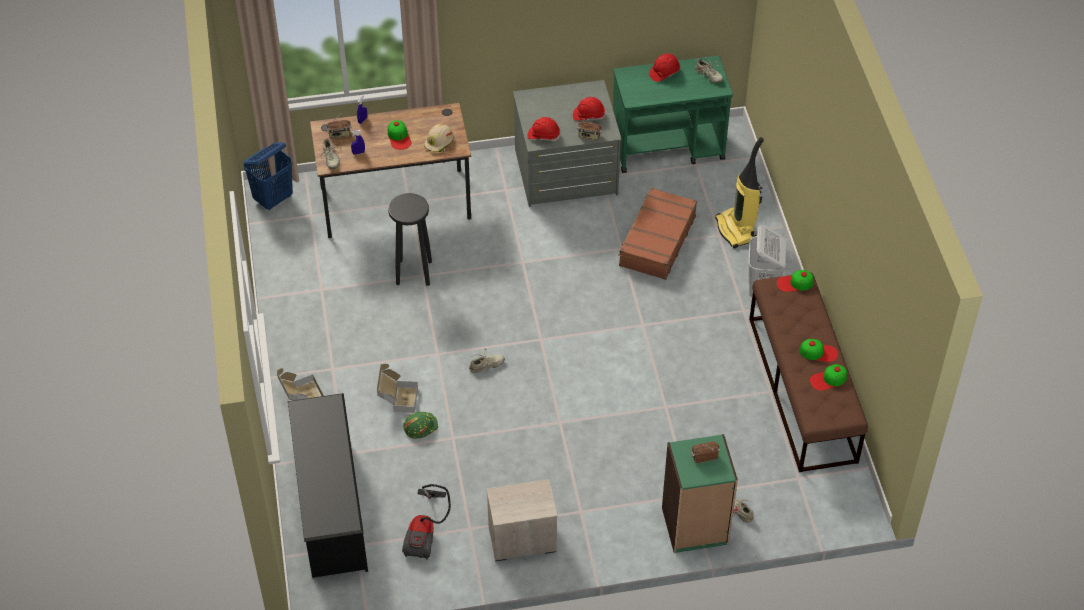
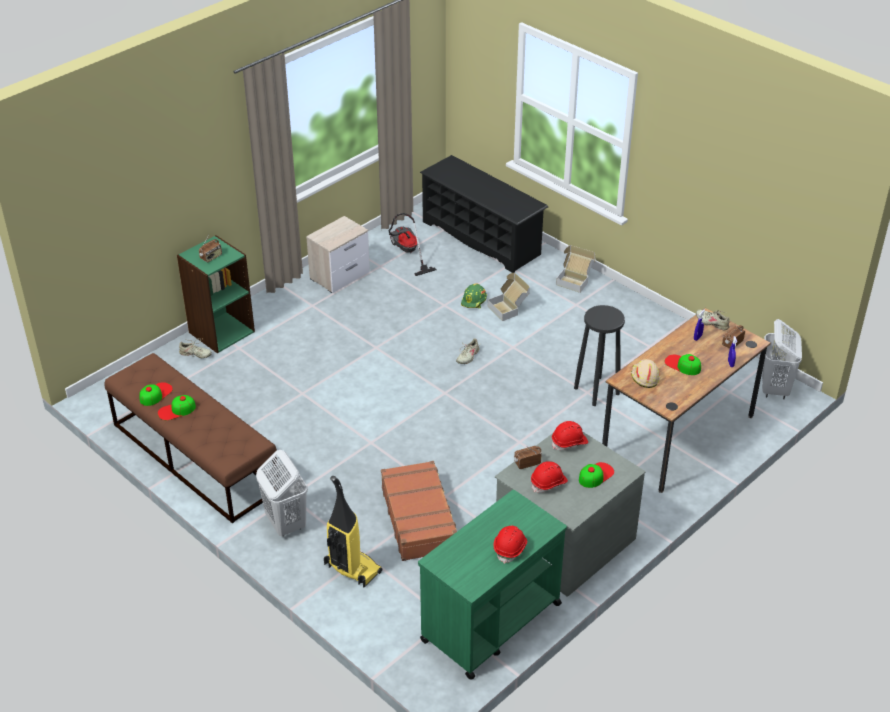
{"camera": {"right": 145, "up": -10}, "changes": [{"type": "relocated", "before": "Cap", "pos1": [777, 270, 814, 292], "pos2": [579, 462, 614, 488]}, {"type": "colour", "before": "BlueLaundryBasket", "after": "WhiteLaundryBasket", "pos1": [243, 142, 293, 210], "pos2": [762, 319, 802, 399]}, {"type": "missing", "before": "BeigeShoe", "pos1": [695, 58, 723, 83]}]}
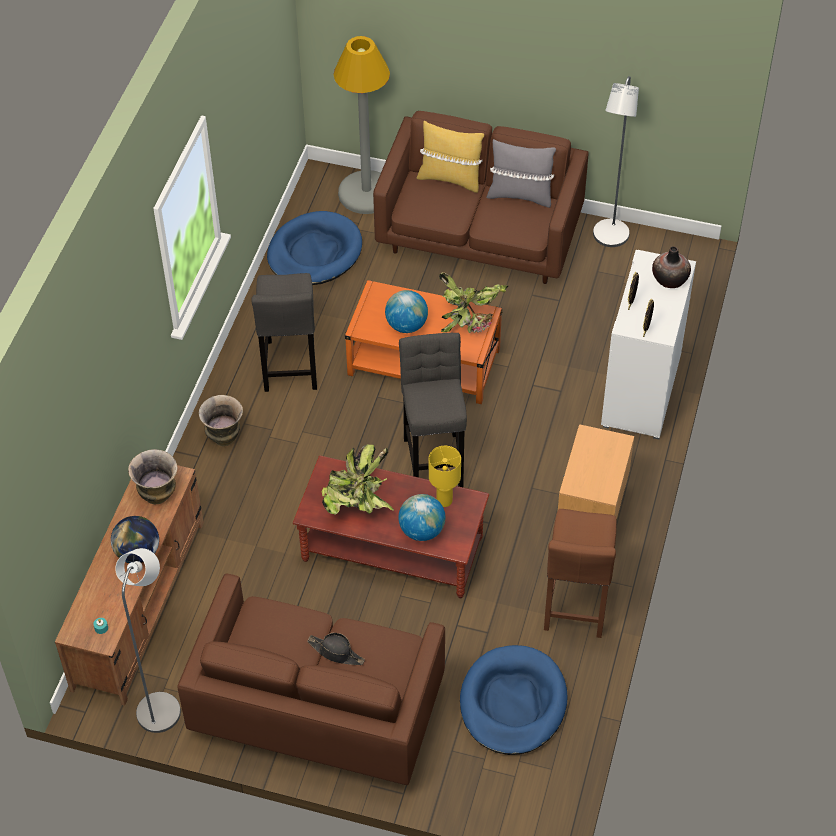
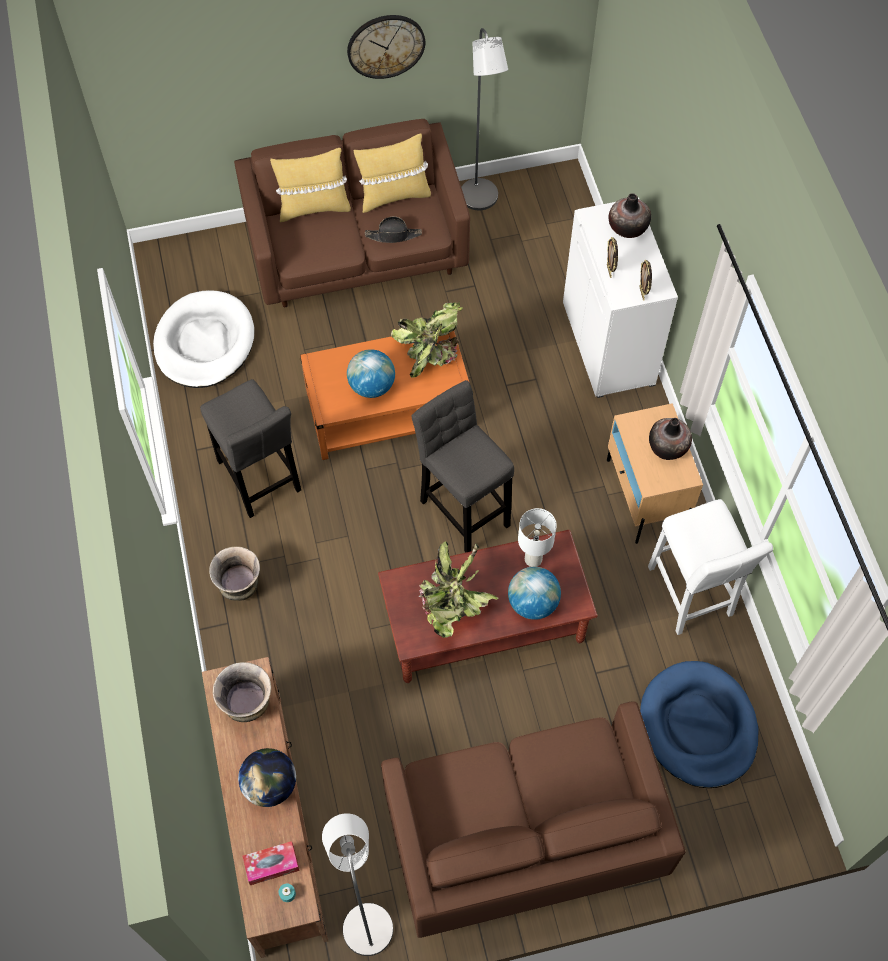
{"camera": {"right": -30, "up": 10}, "changes": [{"type": "colour", "before": "BlueDogBed", "after": "WhiteDogBed", "pos1": [267, 211, 362, 285], "pos2": [153, 290, 254, 388]}, {"type": "appeared", "after": "TissueBox", "pos2": [243, 841, 300, 885]}, {"type": "appeared", "after": "WallClock", "pos2": [347, 15, 425, 79]}, {"type": "colour", "before": "GreyPillow", "after": "YellowPillow", "pos1": [487, 139, 556, 208], "pos2": [354, 133, 431, 213]}, {"type": "relocated", "before": "BlackHat", "pos1": [307, 633, 365, 665], "pos2": [365, 216, 422, 243]}, {"type": "colour", "before": "YellowTableLamp", "after": "WhiteTableLamp", "pos1": [429, 446, 461, 507], "pos2": [518, 508, 557, 567]}, {"type": "colour", "before": "BrownStool", "after": "WhiteStool", "pos1": [544, 509, 617, 638], "pos2": [648, 499, 773, 635]}, {"type": "appeared", "after": "Vase", "pos2": [649, 418, 692, 460]}, {"type": "missing", "before": "GreyFloorLamp", "pos1": [334, 36, 390, 214]}]}
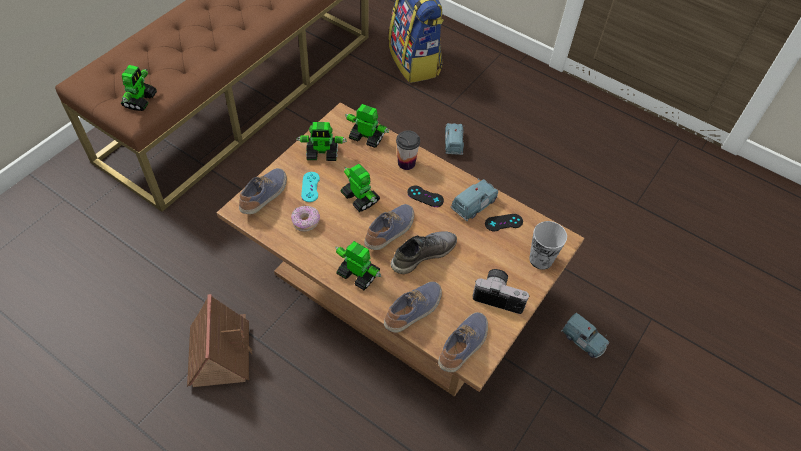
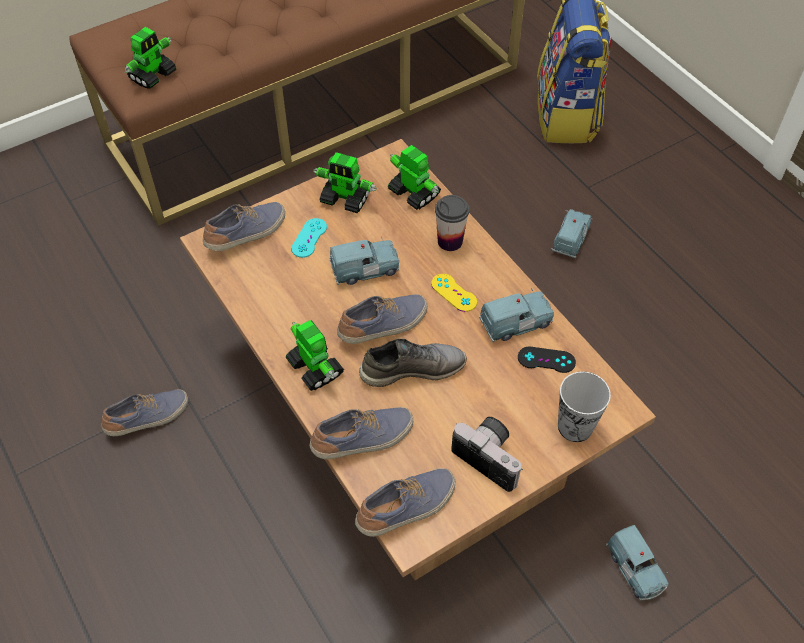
{"camera": {"right": 25, "up": 0}, "changes": [{"type": "exchanged", "before": "ToyHouse", "after": "Shoe", "pos1": [187, 294, 252, 387], "pos2": [101, 389, 188, 436]}, {"type": "exchanged", "before": "ToyRobot", "after": "BlueToyCar", "pos1": [341, 164, 380, 212], "pos2": [330, 236, 400, 285]}, {"type": "colour", "before": "BlackGameController", "after": "YellowGameController", "pos1": [407, 186, 444, 207], "pos2": [431, 274, 477, 312]}, {"type": "missing", "before": "Donut", "pos1": [291, 206, 320, 232]}]}
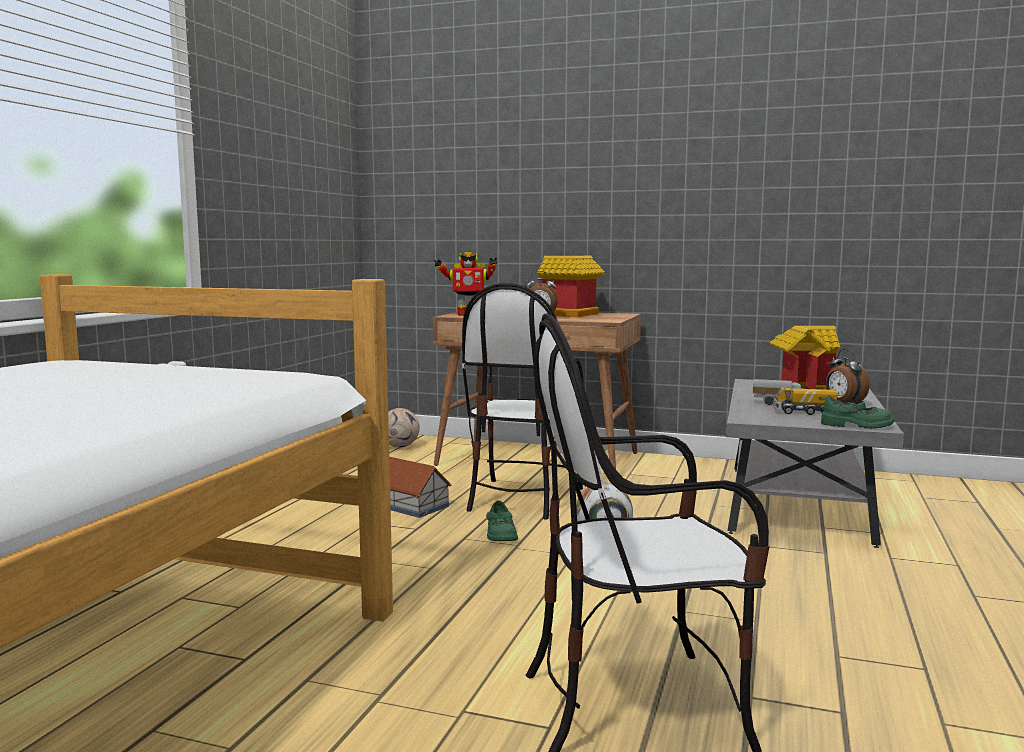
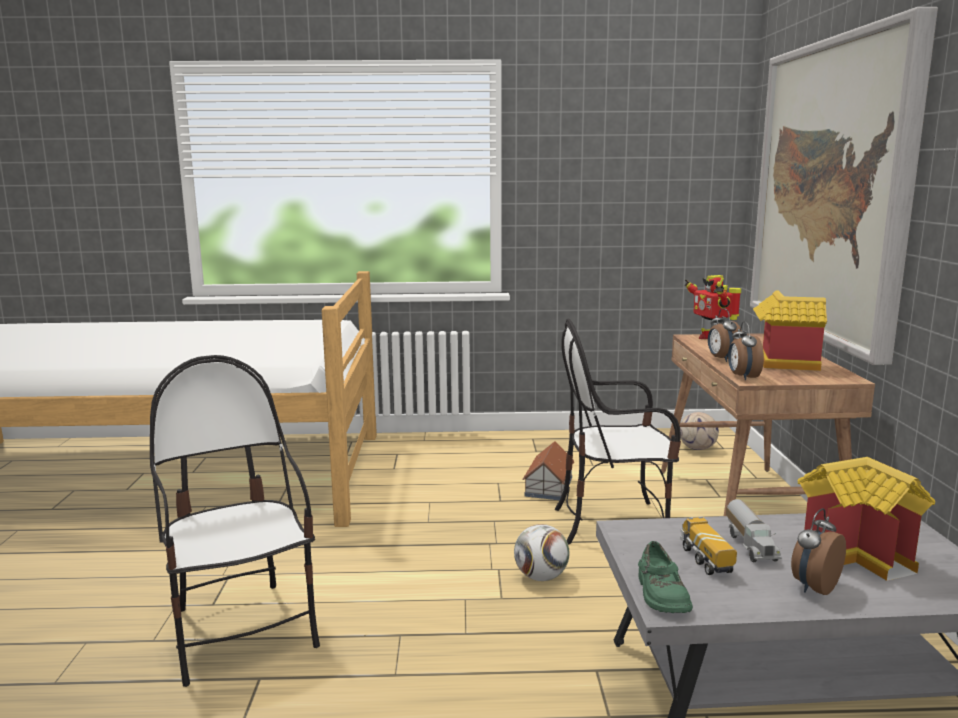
{"camera": {"right": 70, "up": 5}, "changes": [{"type": "appeared", "after": "AlarmClock", "pos2": [728, 321, 764, 380]}, {"type": "appeared", "after": "Picture", "pos2": [750, 7, 938, 365]}, {"type": "missing", "before": "GreenShoe", "pos1": [486, 500, 518, 541]}]}
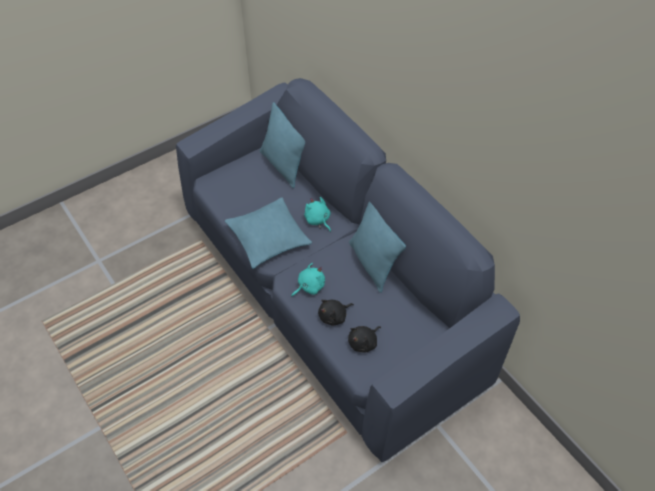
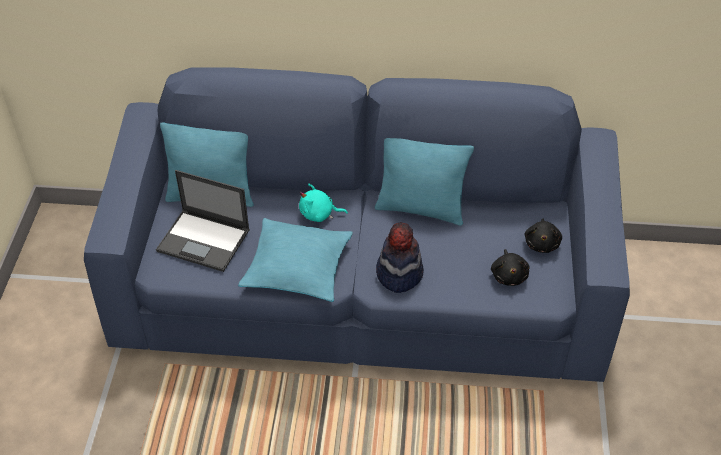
{"camera": {"right": -50, "up": -5}, "changes": [{"type": "appeared", "after": "Laptop", "pos2": [156, 170, 250, 272]}, {"type": "exchanged", "before": "TurquoisePlushToy", "after": "Hat", "pos1": [291, 263, 325, 297], "pos2": [376, 223, 424, 293]}, {"type": "relocated", "before": "BlackPlushToy", "pos1": [318, 300, 354, 325], "pos2": [525, 218, 562, 253]}]}
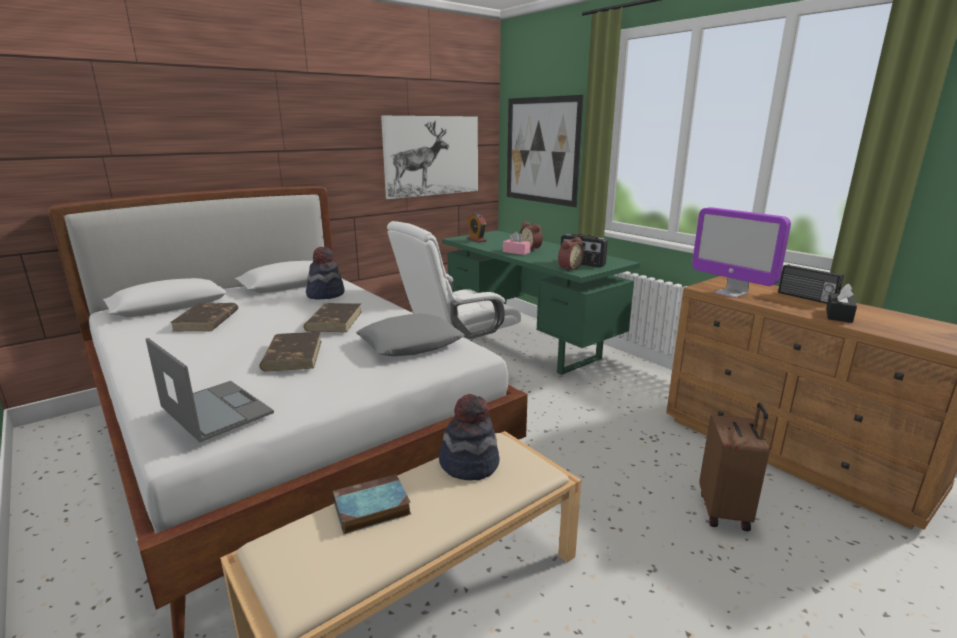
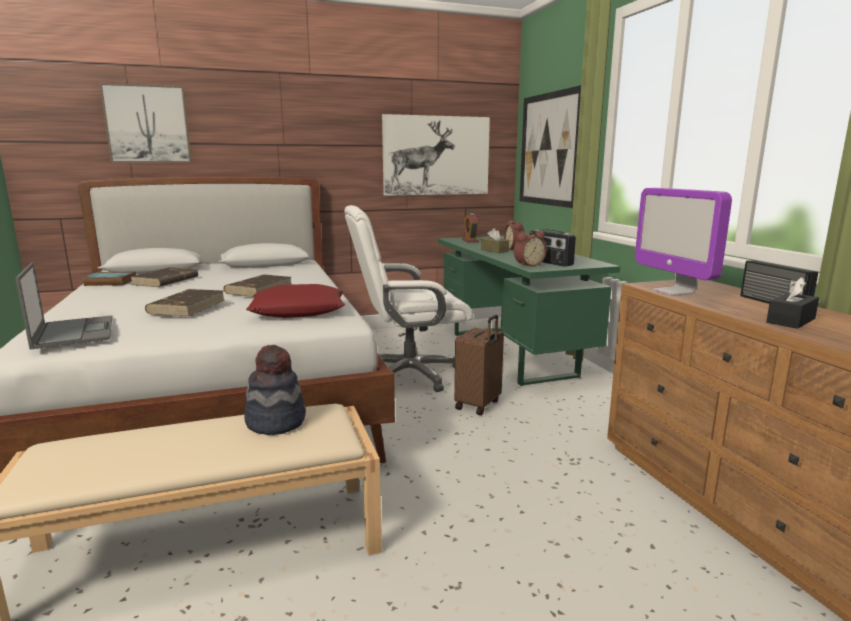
{"camera": {"right": 20, "up": -5}, "changes": [{"type": "relocated", "before": "Book", "pos1": [333, 474, 411, 534], "pos2": [82, 272, 136, 286]}, {"type": "appeared", "after": "Picture", "pos2": [99, 83, 192, 163]}, {"type": "colour", "before": "GreyPillow", "after": "RedPillow", "pos1": [356, 314, 465, 356], "pos2": [246, 284, 345, 318]}, {"type": "relocated", "before": "BrownSuitcase", "pos1": [699, 402, 770, 531], "pos2": [454, 315, 504, 415]}, {"type": "colour", "before": "PinkTissueBox", "after": "BrownTissueBox", "pos1": [503, 231, 531, 255], "pos2": [481, 228, 509, 253]}, {"type": "missing", "before": "Hat", "pos1": [306, 247, 345, 299]}]}
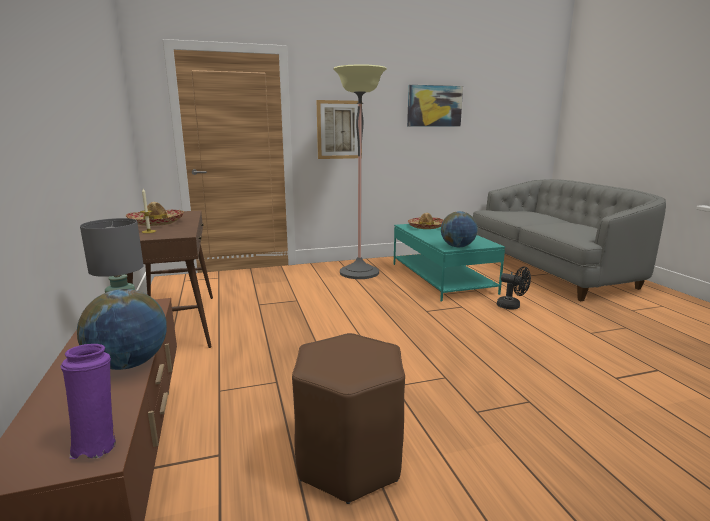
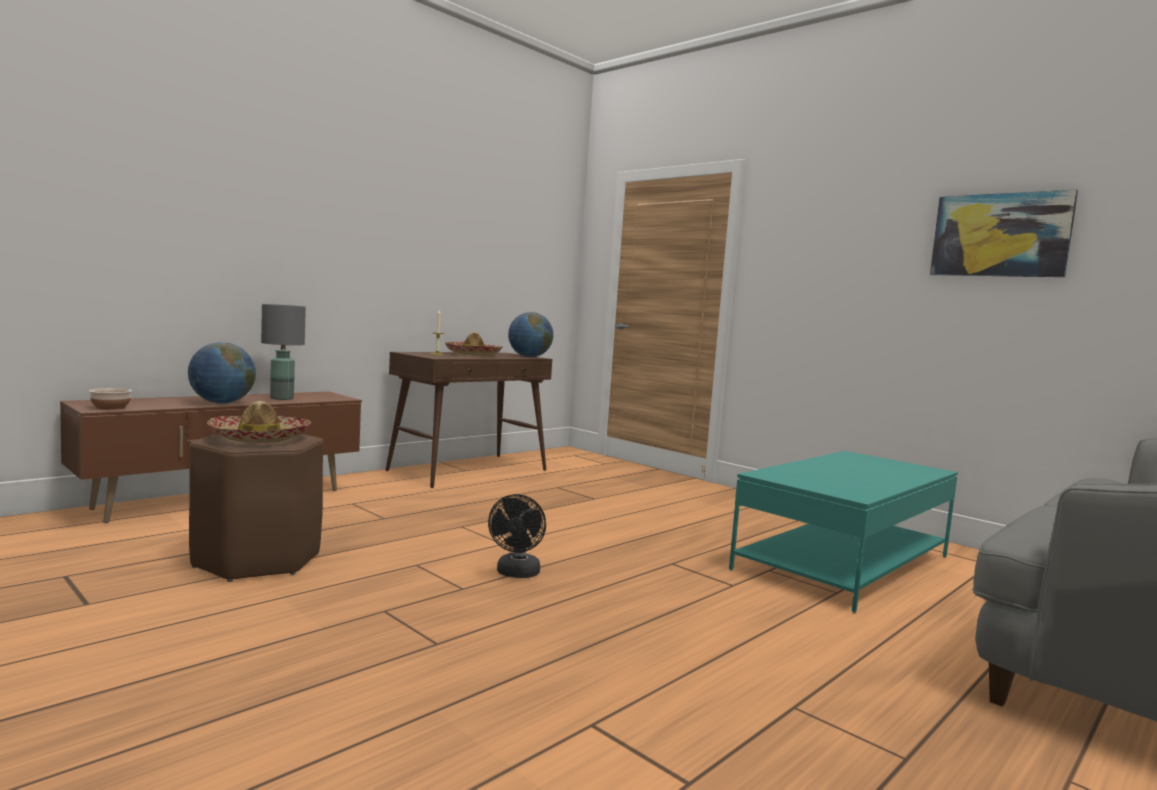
{"camera": {"right": 60, "up": -10}, "changes": [{"type": "exchanged", "before": "PurpleVase", "after": "Bowl", "pos1": [61, 344, 116, 459], "pos2": [89, 388, 132, 410]}, {"type": "relocated", "before": "Hat", "pos1": [408, 213, 443, 229], "pos2": [207, 401, 311, 443]}, {"type": "relocated", "before": "BlackFan", "pos1": [497, 267, 531, 310], "pos2": [488, 494, 546, 578]}, {"type": "relocated", "before": "Globe", "pos1": [441, 211, 478, 247], "pos2": [508, 312, 553, 357]}, {"type": "missing", "before": "Picture", "pos1": [316, 100, 362, 159]}, {"type": "missing", "before": "FloorLamp", "pos1": [333, 64, 387, 279]}]}
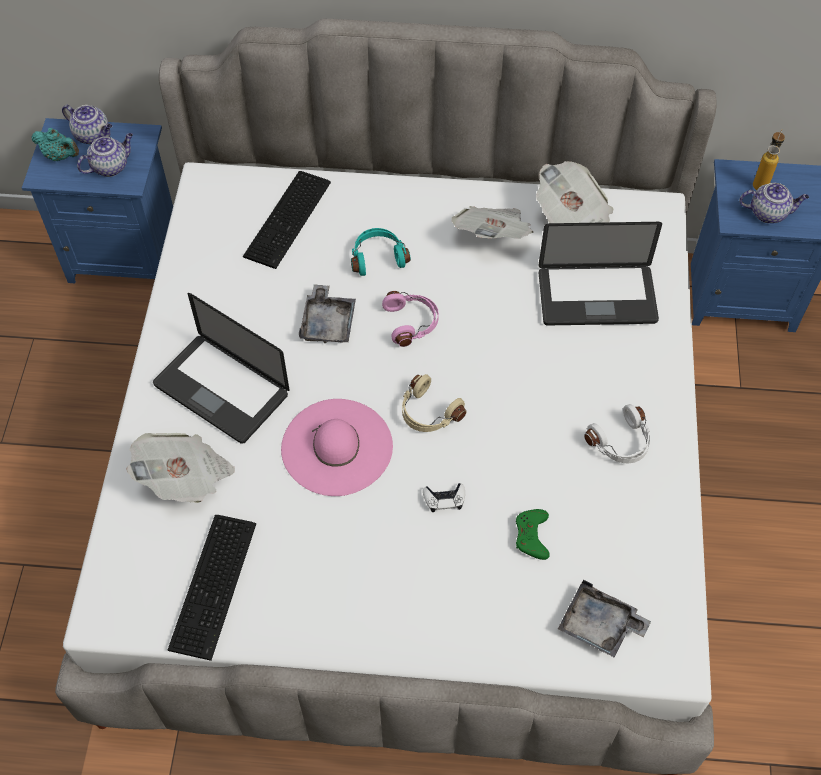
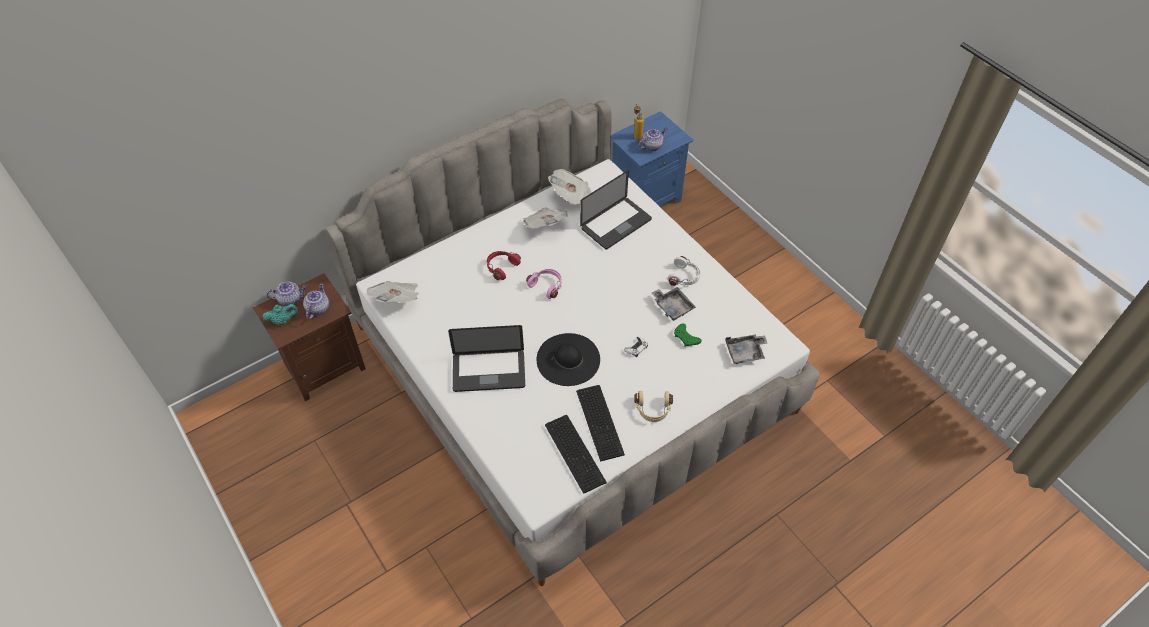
{"camera": {"right": -40, "up": -5}, "changes": [{"type": "colour", "before": "BlueNightstand", "after": "BrownNightstand", "pos1": [22, 118, 173, 283], "pos2": [253, 273, 366, 401]}, {"type": "relocated", "before": "Newspaper", "pos1": [126, 433, 235, 503], "pos2": [367, 281, 419, 303]}, {"type": "colour", "before": "TurquoiseHeadphones", "after": "RedHeadphones", "pos1": [351, 228, 411, 276], "pos2": [487, 251, 521, 280]}, {"type": "colour", "before": "PinkHat", "after": "BlackHat", "pos1": [281, 399, 393, 496], "pos2": [537, 333, 600, 386]}, {"type": "relocated", "before": "Keyboard", "pos1": [243, 171, 331, 269], "pos2": [576, 385, 625, 462]}, {"type": "relocated", "before": "BeigeHeadphones", "pos1": [402, 374, 466, 432], "pos2": [634, 391, 673, 422]}, {"type": "relocated", "before": "GreyTray", "pos1": [298, 284, 356, 343], "pos2": [652, 287, 696, 321]}]}
